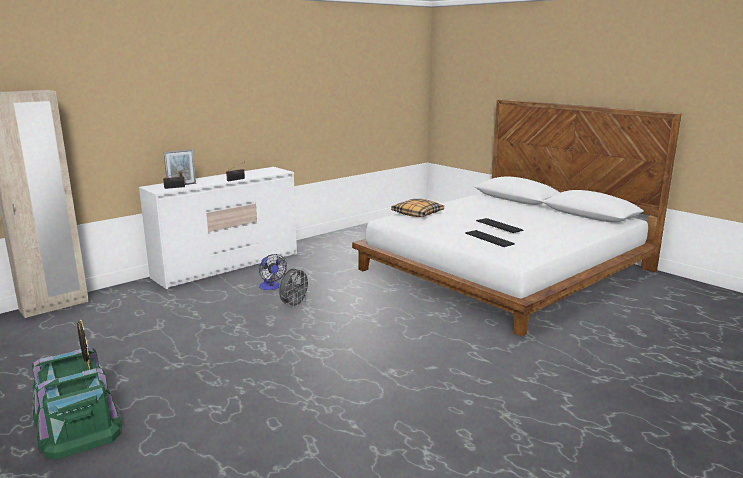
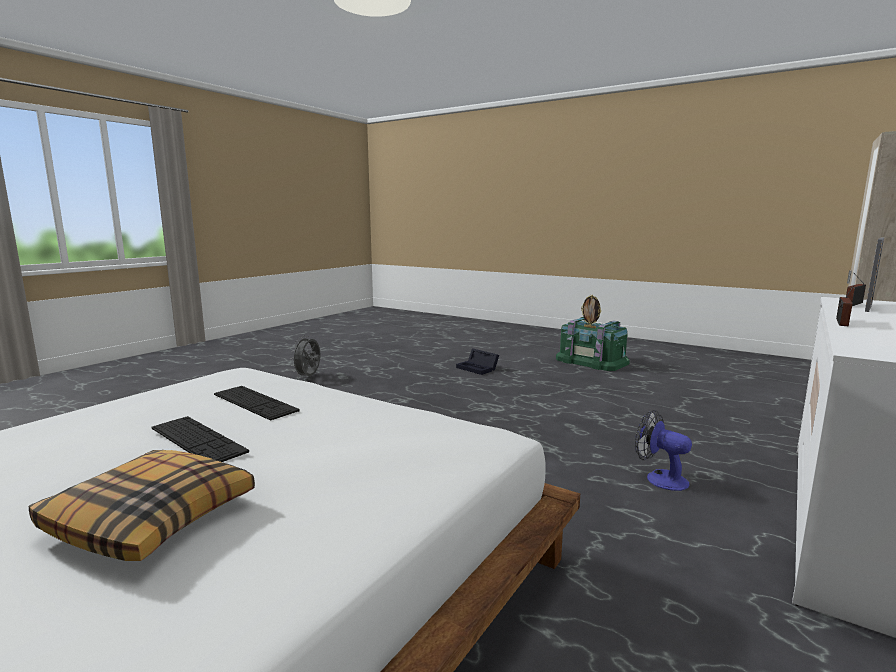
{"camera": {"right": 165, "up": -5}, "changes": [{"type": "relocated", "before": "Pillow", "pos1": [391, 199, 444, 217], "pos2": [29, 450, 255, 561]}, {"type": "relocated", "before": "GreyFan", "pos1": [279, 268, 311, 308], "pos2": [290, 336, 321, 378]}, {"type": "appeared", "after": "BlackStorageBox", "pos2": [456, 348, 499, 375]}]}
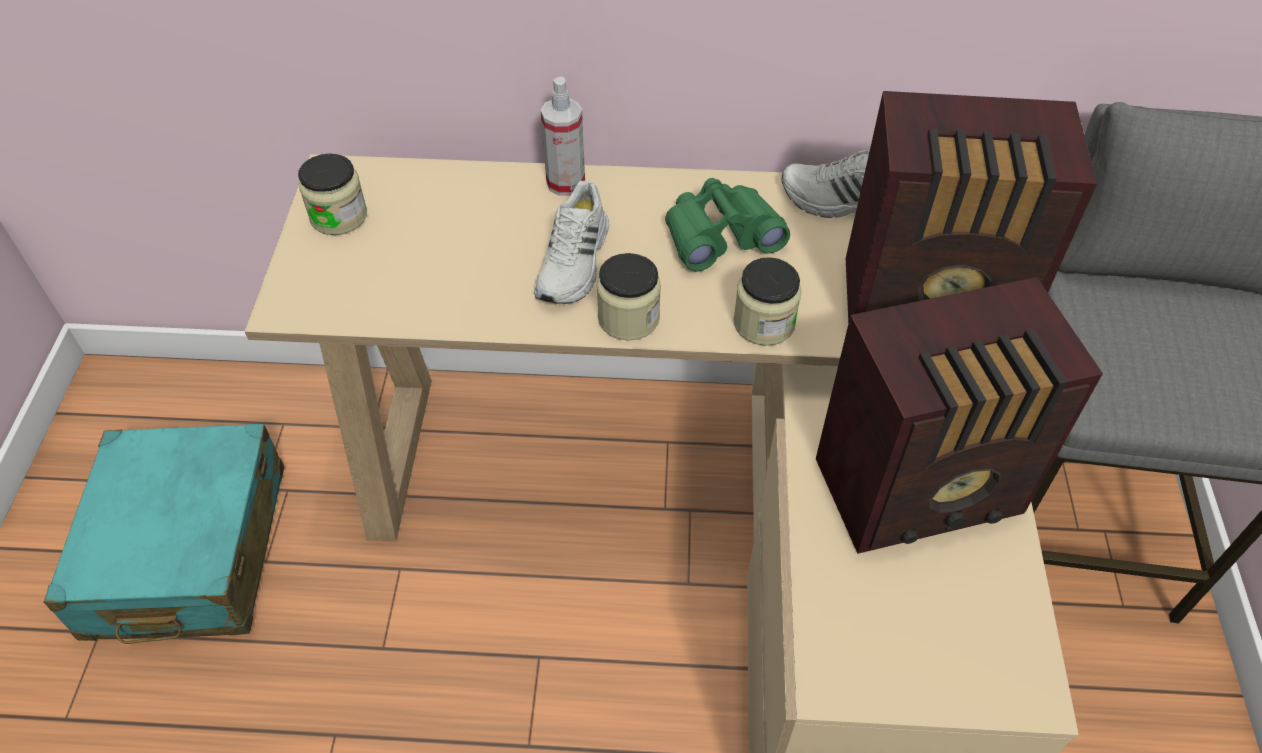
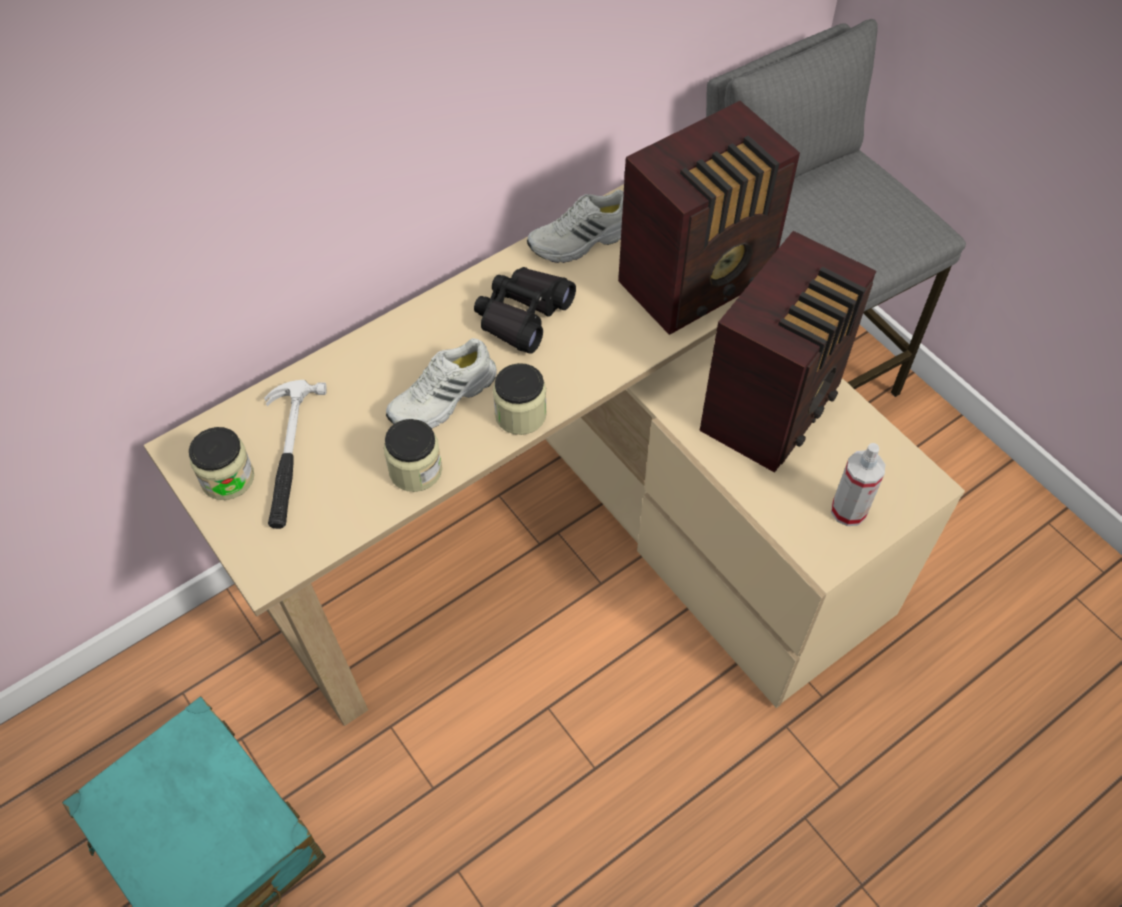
{"camera": {"right": -40, "up": 5}, "changes": [{"type": "appeared", "after": "Hammer", "pos2": [264, 380, 327, 529]}, {"type": "relocated", "before": "Jar", "pos1": [733, 257, 802, 346], "pos2": [384, 419, 442, 492]}, {"type": "spun", "before": "WhiteShoe", "pos1": [534, 181, 609, 304], "pos2": [386, 338, 497, 429], "turn": 75}, {"type": "colour", "before": "GreenBinoculars", "after": "BlackBinoculars", "pos1": [665, 178, 790, 272], "pos2": [474, 267, 576, 353]}, {"type": "relocated", "before": "SprayBottle", "pos1": [541, 77, 585, 196], "pos2": [831, 443, 885, 526]}]}
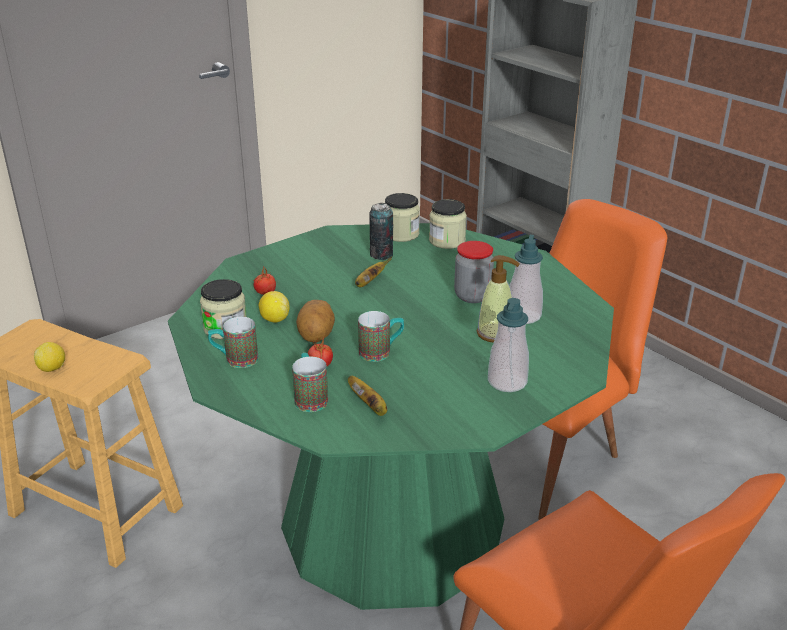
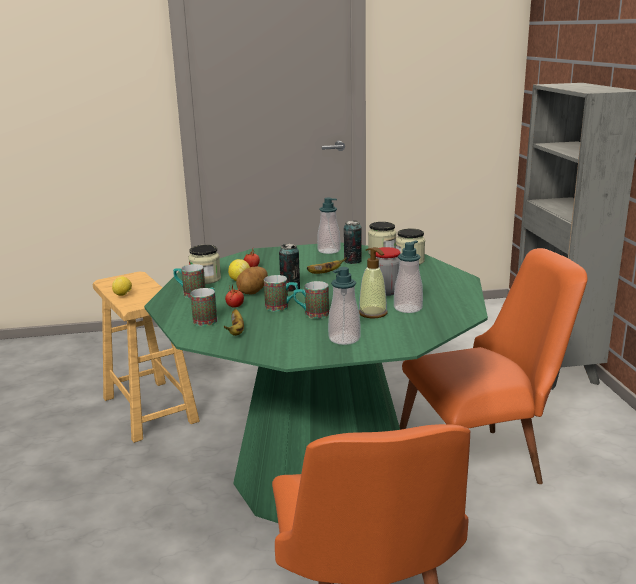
{"camera": {"right": 30, "up": -10}, "changes": [{"type": "appeared", "after": "Can", "pos2": [279, 244, 300, 292]}, {"type": "appeared", "after": "Mug", "pos2": [293, 281, 329, 319]}, {"type": "appeared", "after": "SoapDispenser", "pos2": [317, 198, 341, 254]}]}
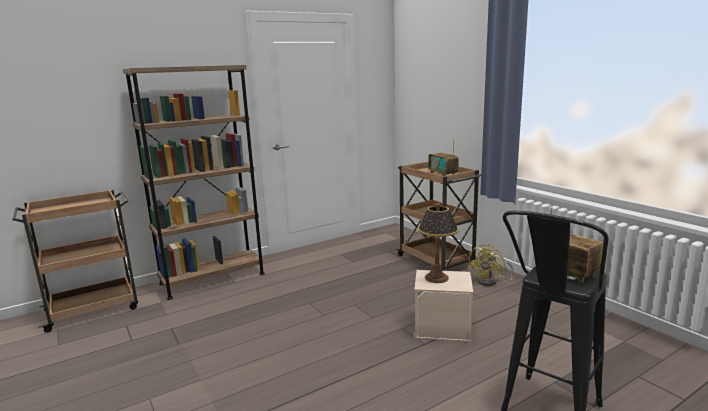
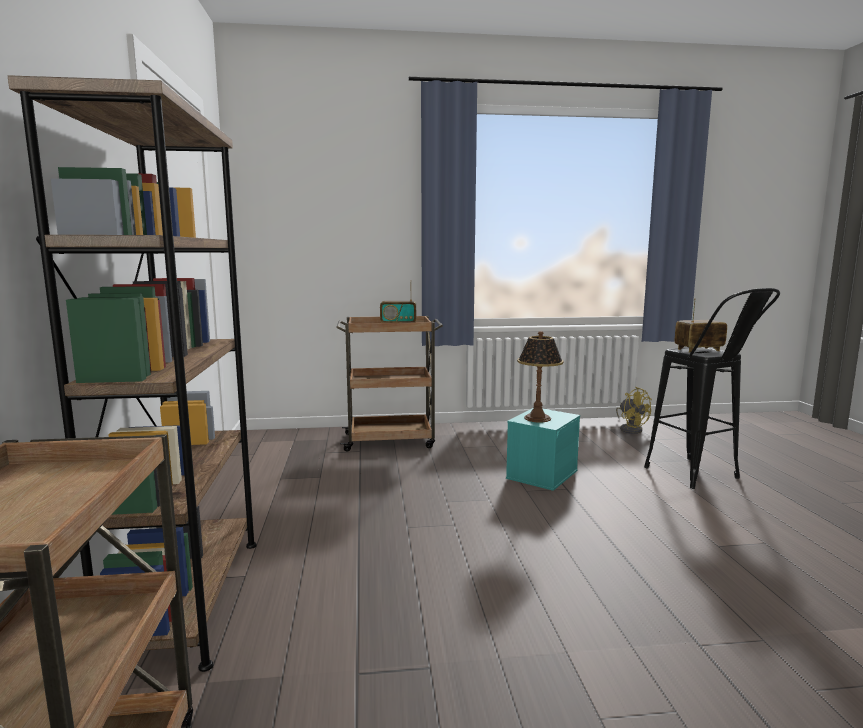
{"camera": {"right": -65, "up": -5}, "changes": [{"type": "colour", "before": "BeigeStorageBox", "after": "TurquoiseStorageBox", "pos1": [414, 270, 473, 342], "pos2": [506, 408, 580, 491]}, {"type": "relocated", "before": "YellowFan", "pos1": [468, 244, 514, 286], "pos2": [616, 387, 652, 434]}]}
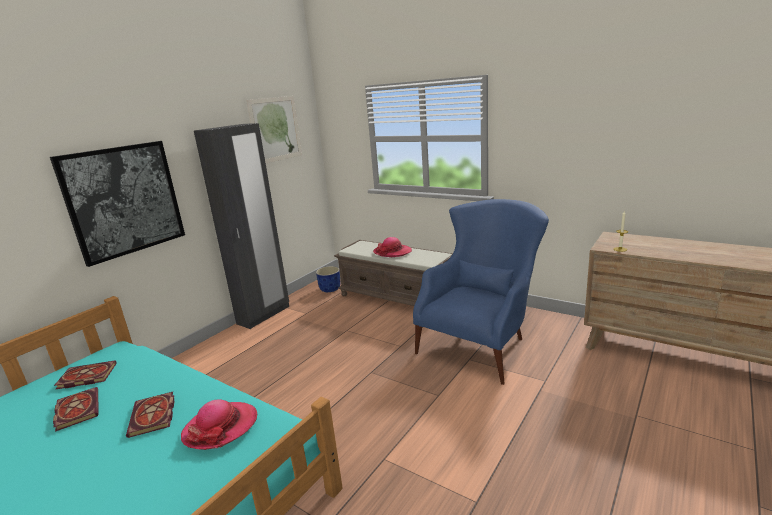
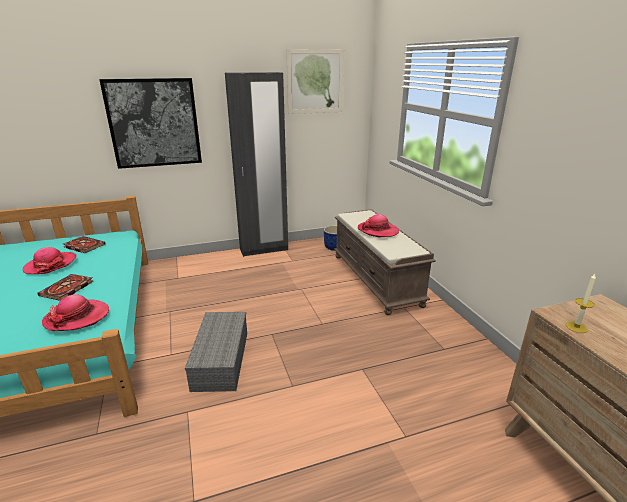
{"camera": {"right": 35, "up": 5}, "changes": [{"type": "exchanged", "before": "Book", "after": "Hat", "pos1": [53, 387, 99, 432], "pos2": [23, 247, 77, 274]}, {"type": "appeared", "after": "GreyStorageBox", "pos2": [185, 312, 247, 392]}, {"type": "missing", "before": "BlueArmchair", "pos1": [413, 199, 549, 385]}]}
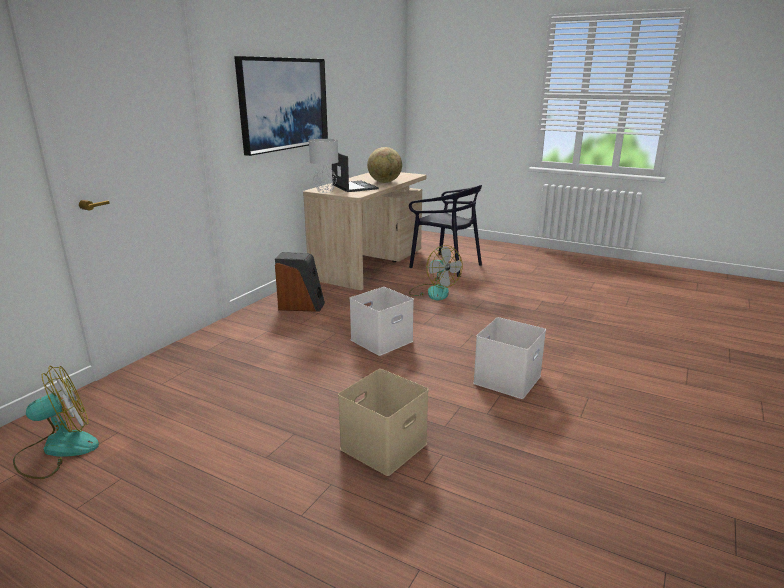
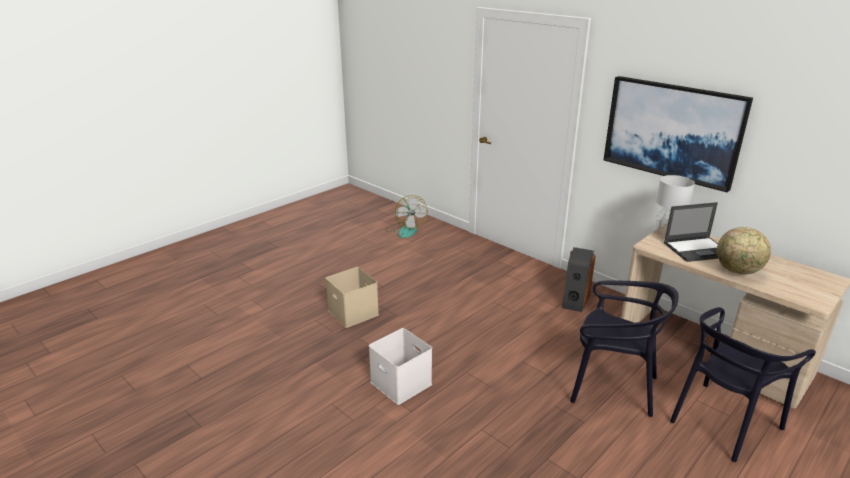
{"camera": {"right": 105, "up": 5}, "changes": [{"type": "exchanged", "before": "Fan", "after": "BlackChair", "pos1": [409, 245, 463, 300], "pos2": [570, 280, 678, 417]}, {"type": "missing", "before": "WhiteStorageBox", "pos1": [349, 287, 414, 356]}]}
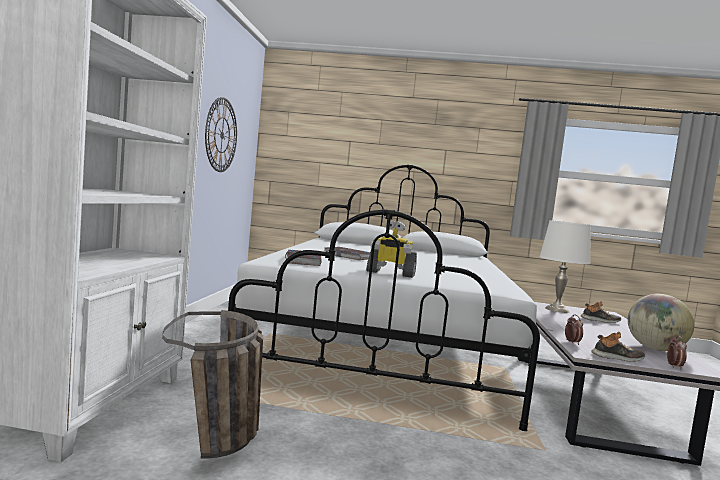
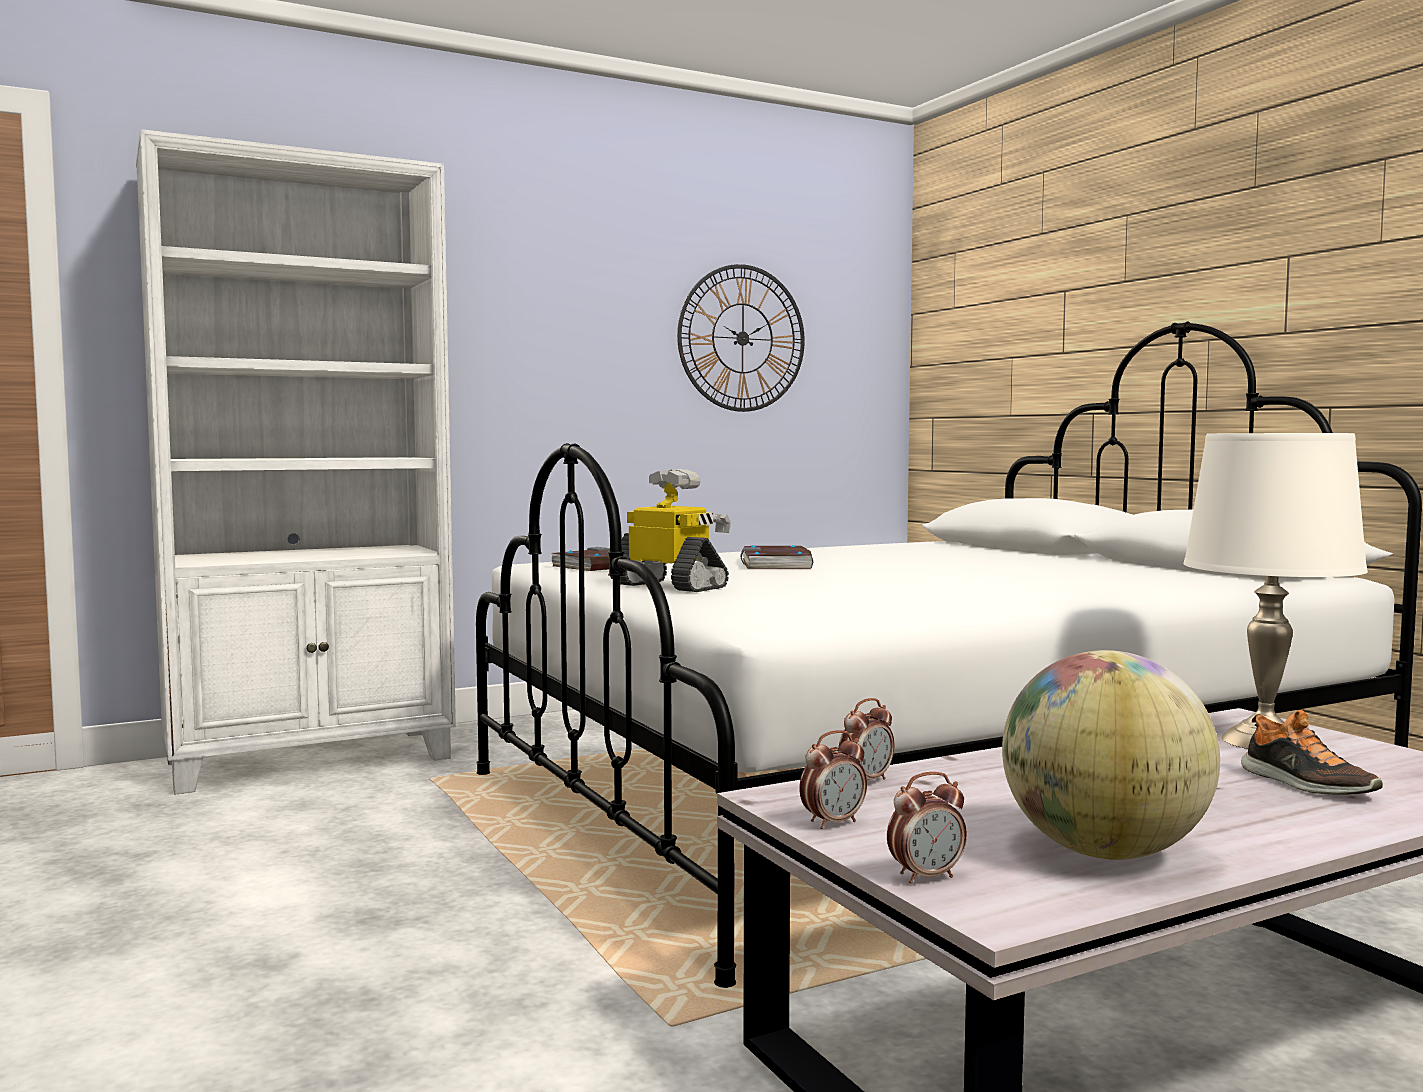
{"camera": {"right": 55, "up": 0}, "changes": [{"type": "spun", "before": "ToyRobot", "pos1": [366, 221, 417, 278], "pos2": [610, 469, 731, 592], "turn": 150}, {"type": "exchanged", "before": "Shoe", "after": "AlarmClock", "pos1": [591, 332, 645, 362], "pos2": [799, 730, 867, 829]}, {"type": "missing", "before": "Basket", "pos1": [162, 310, 263, 458]}]}
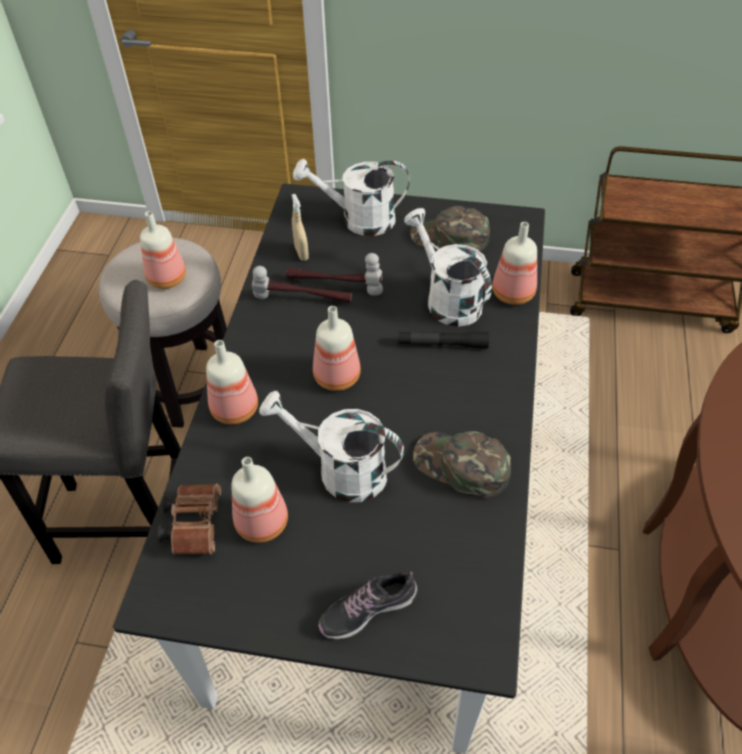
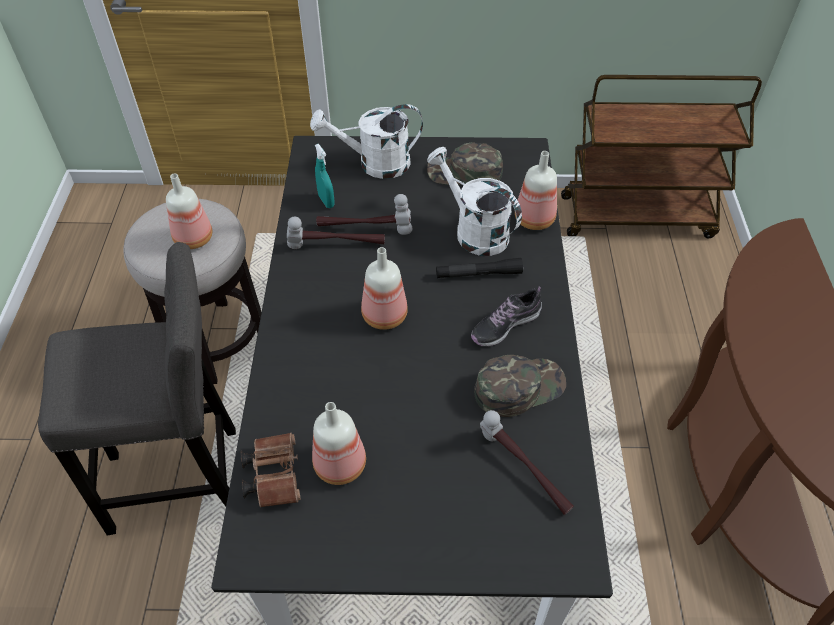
{"camera": {"right": -10, "up": 0}, "changes": [{"type": "colour", "before": "BeigeSprayBottle", "after": "TurquoiseSprayBottle", "pos1": [292, 194, 309, 261], "pos2": [315, 144, 335, 208]}, {"type": "relocated", "before": "Shoe", "pos1": [318, 571, 418, 639], "pos2": [471, 286, 542, 346]}, {"type": "spun", "before": "GreenCap", "pos1": [413, 431, 511, 498], "pos2": [474, 355, 566, 417], "turn": 135}, {"type": "appeared", "after": "Hammer", "pos2": [480, 410, 574, 515]}, {"type": "missing", "before": "Bottle", "pos1": [206, 340, 258, 425]}, {"type": "missing", "before": "WhiteWateringCan", "pos1": [259, 391, 404, 502]}]}
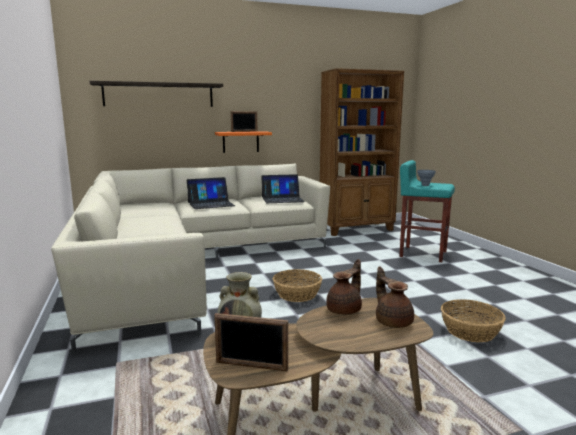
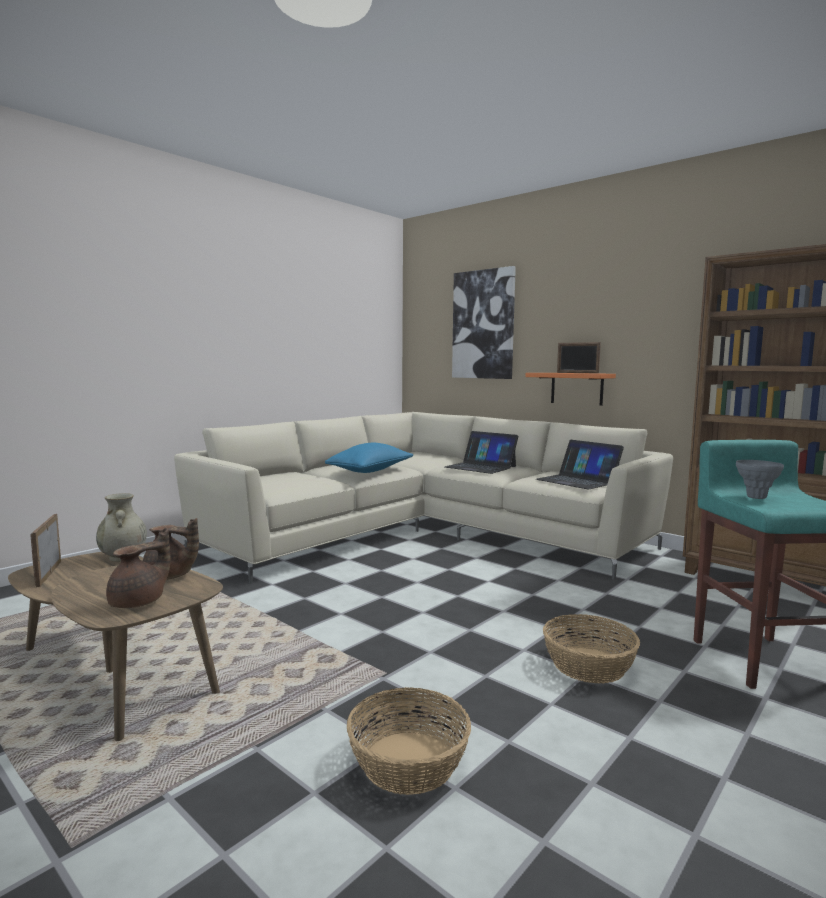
{"camera": {"right": 60, "up": -5}, "changes": [{"type": "appeared", "after": "BluePillow", "pos2": [325, 443, 413, 473]}, {"type": "exchanged", "before": "Shelf", "after": "Picture", "pos1": [90, 81, 223, 107], "pos2": [452, 266, 516, 379]}, {"type": "relocated", "before": "Basket", "pos1": [273, 269, 322, 302], "pos2": [543, 614, 640, 684]}]}
